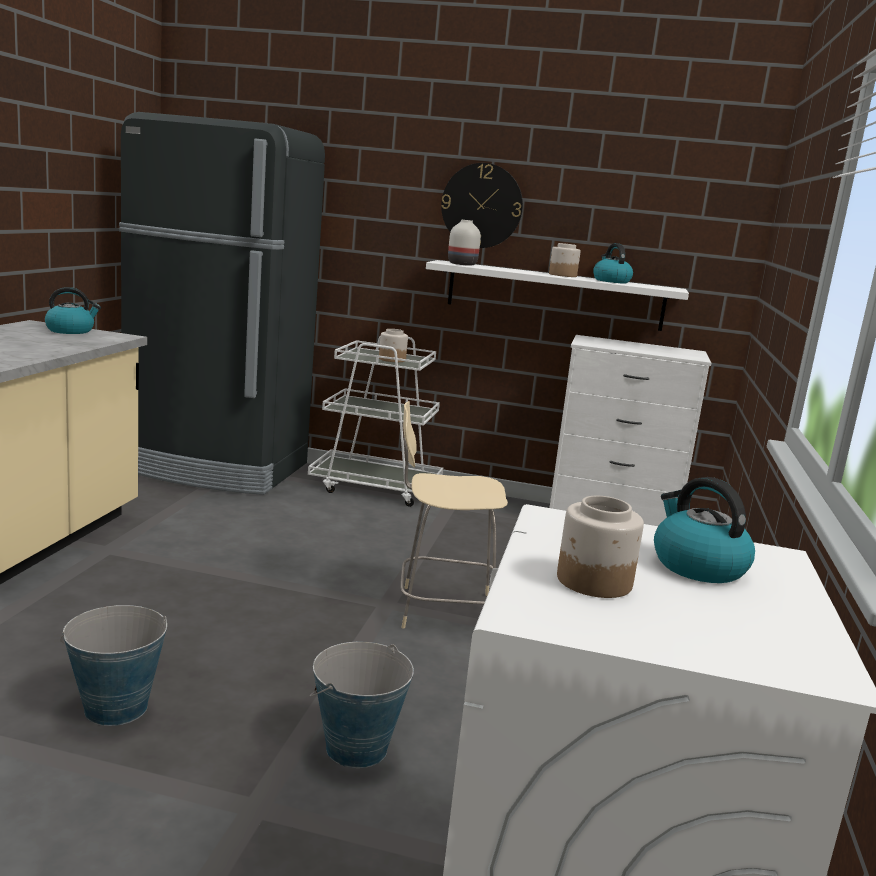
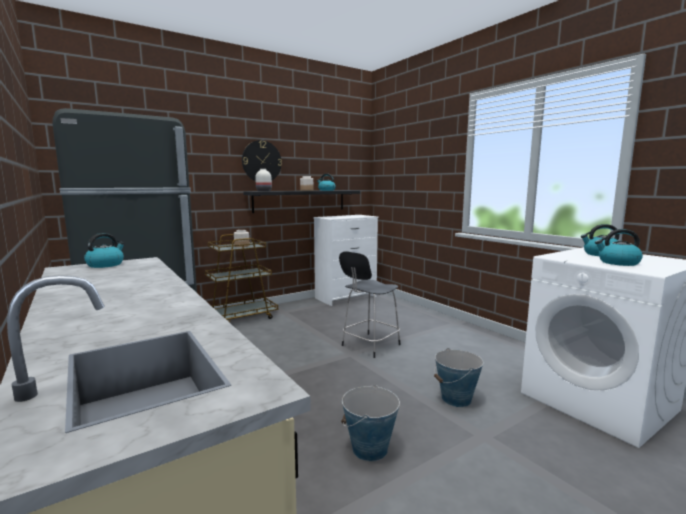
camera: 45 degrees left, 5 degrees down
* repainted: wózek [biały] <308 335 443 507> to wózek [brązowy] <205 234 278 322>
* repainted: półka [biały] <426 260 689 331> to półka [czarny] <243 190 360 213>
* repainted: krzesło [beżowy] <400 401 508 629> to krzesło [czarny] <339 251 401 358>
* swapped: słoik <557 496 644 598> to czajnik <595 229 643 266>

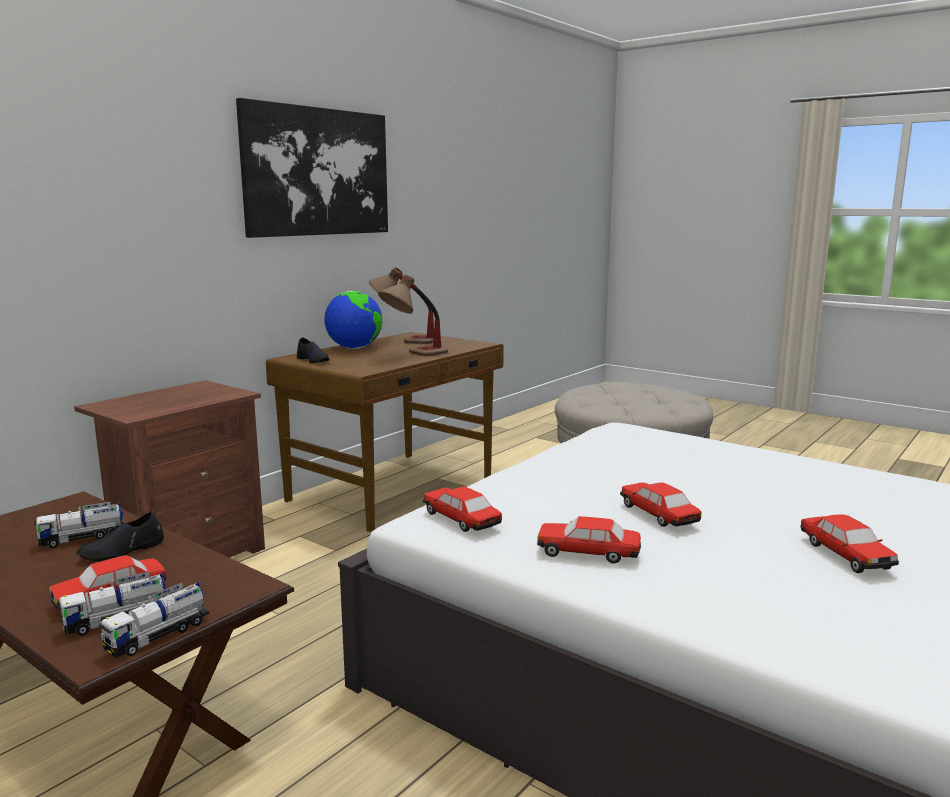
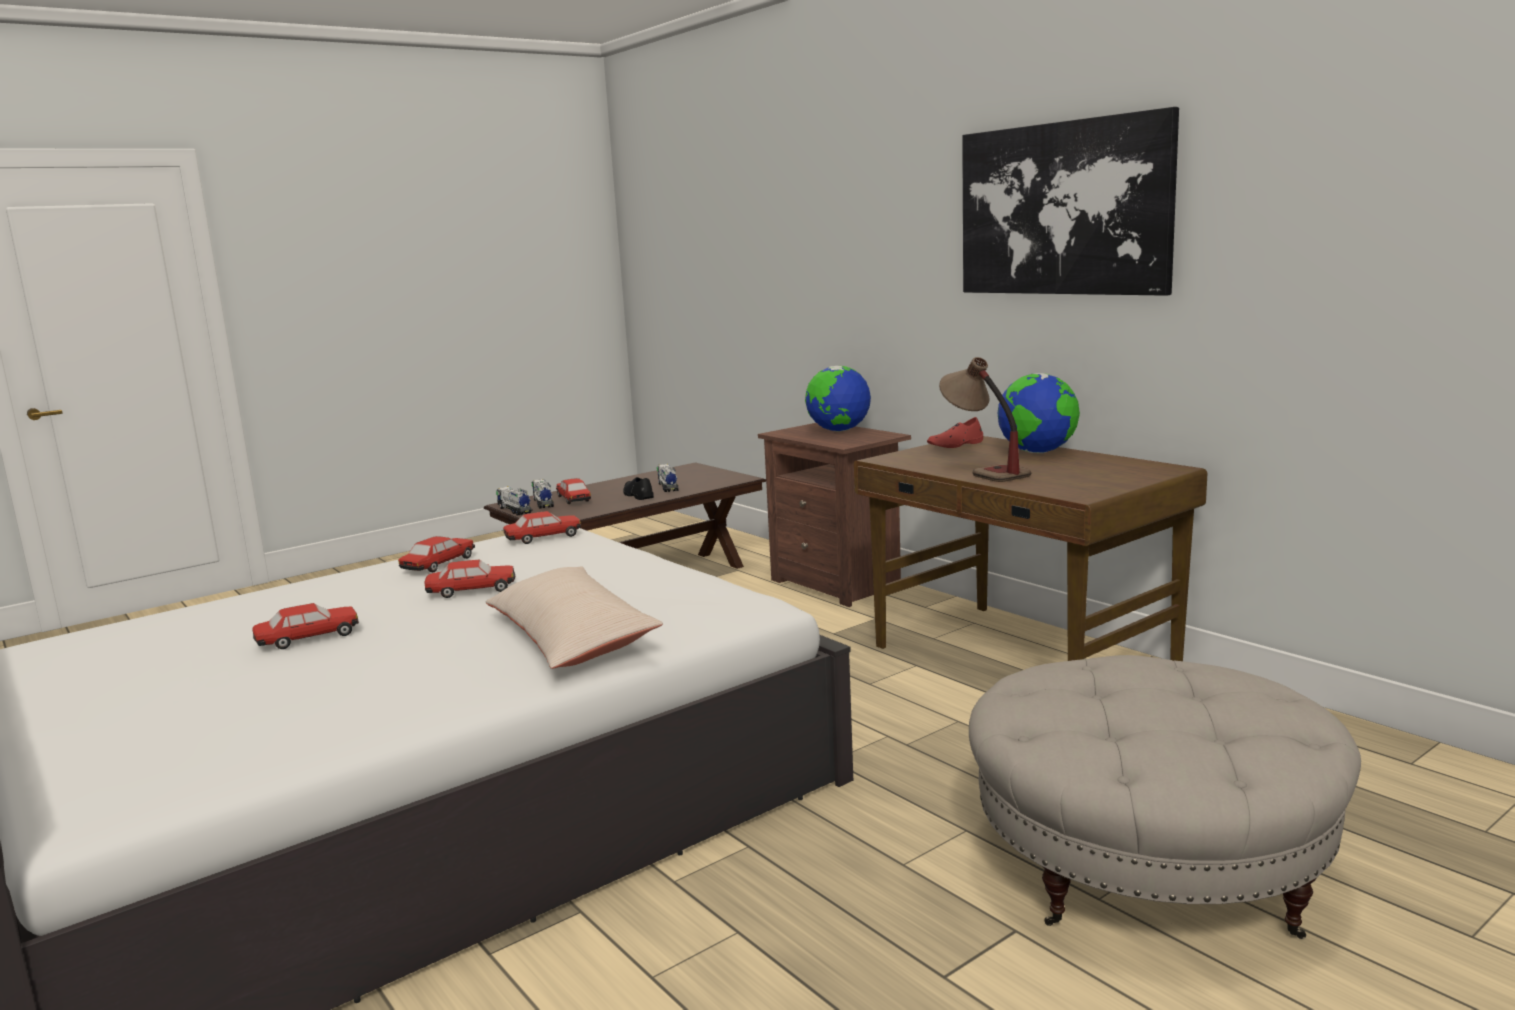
camera: 105 degrees right, 0 degrees up
* rotated: samochodzik <800 514 899 573> = <253 603 359 649> 150 degrees clockwise
* new: poduszka [beżowy] <485 566 663 669>
* new: globus <805 366 871 432>
* repainted: but [czarny] <297 337 330 363> to but [czerwony] <927 417 983 448>
* gone: lampa stołowa <369 267 434 344>

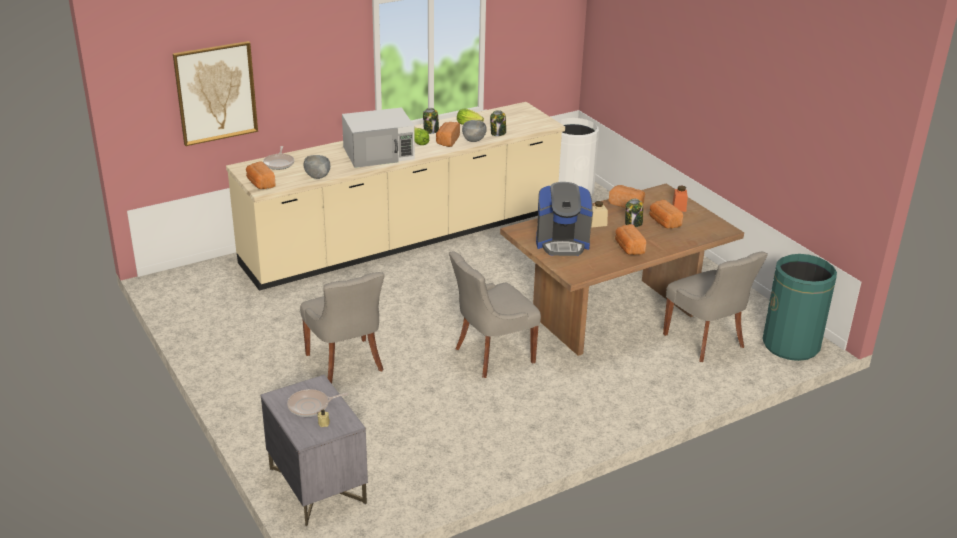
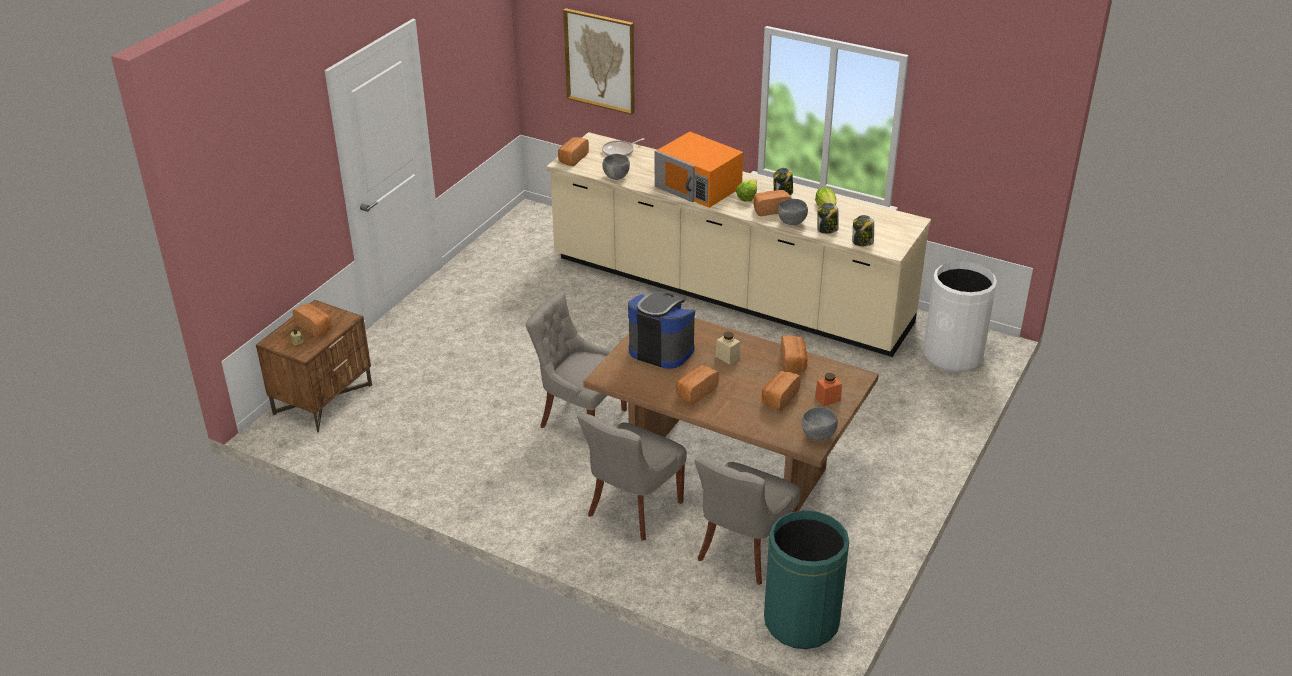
camera: 60 degrees right, 5 degrees up
* repainted: szafka nocna [szary] <261 375 368 526> to szafka nocna [brązowy] <256 300 372 433>
* swapped: patelnia <287 389 349 417> to chleb <292 304 332 338>
* shifted: krzesło [szary] <300 272 384 384> to <577 413 687 540>
* rotated: ekspres do kawy <536 182 593 256> = <628 291 695 369> 150 degrees clockwise
* repainted: mikrofalówka [biały] <342 107 415 168> to mikrofalówka [pomarańczowy] <655 132 743 208>
* new: miska [szary] <802 407 838 440>
* shifted: słoik <625 199 643 227> to <853 215 874 246>

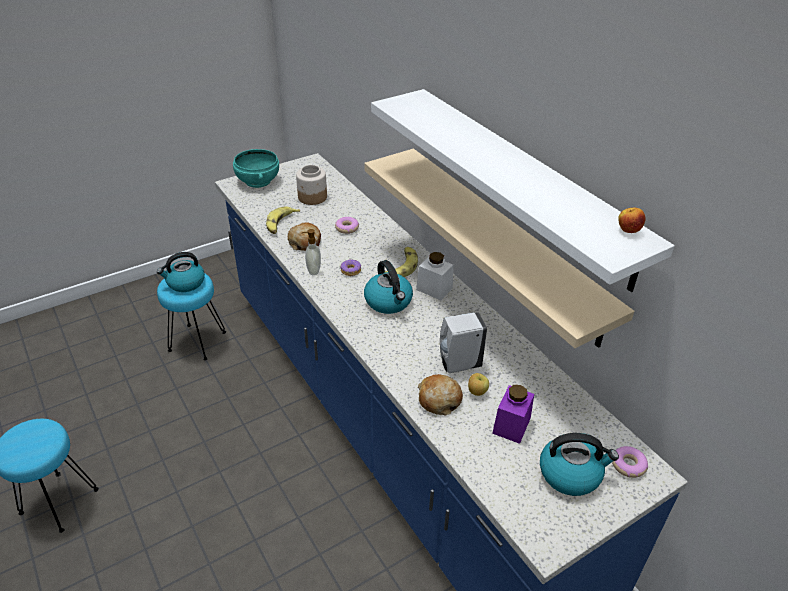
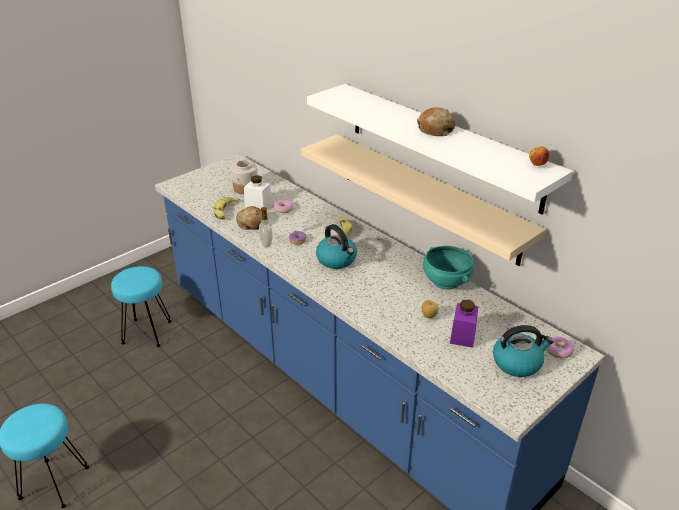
camera: 10 degrees left, 5 degrees down
* shifted: słoik [biały] <416 252 453 300> to <244 175 272 210>
* shifted: chleb <418 374 463 415> to <417 107 456 136>
* shifted: miska [turkusowy] <233 149 279 188> to <423 246 474 290>
* gone: czajnik <157 252 205 292>
* gone: dozownik mydła [biały] <440 312 487 373>

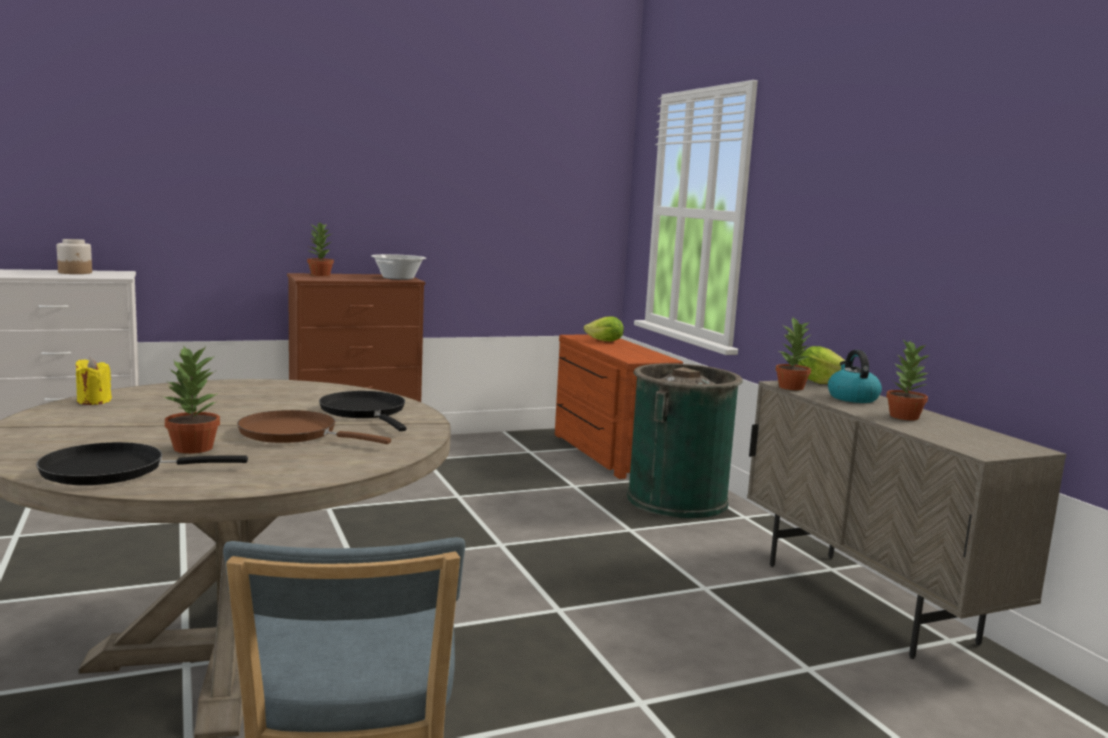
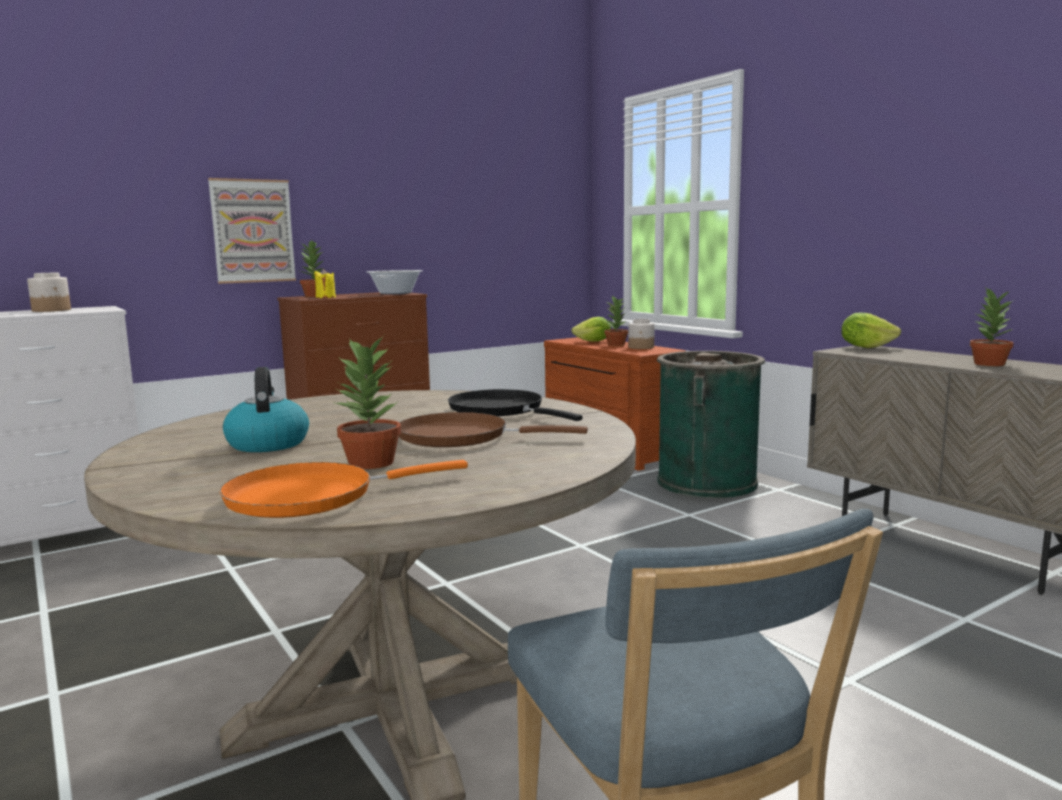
camera: 10 degrees left, 0 degrees up
* new: obraz <208 178 296 284>
* repainted: patelnia [czarny] <36 442 248 485> to patelnia [pomarańczowy] <220 460 468 518>
* shifted: czajnik <828 350 882 403> to <223 367 309 452>
* shifted: świeca [żółty] <76 358 112 405> to <314 269 336 298>
* shifted: roślina doniczkowa <776 317 812 390> to <604 296 628 346>
* new: słoik <628 319 655 349>

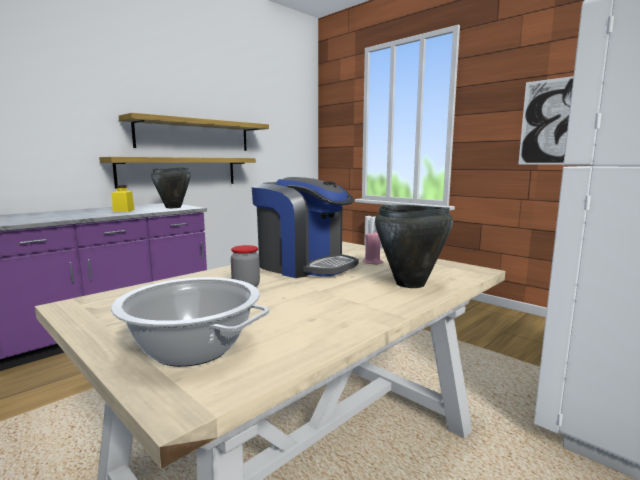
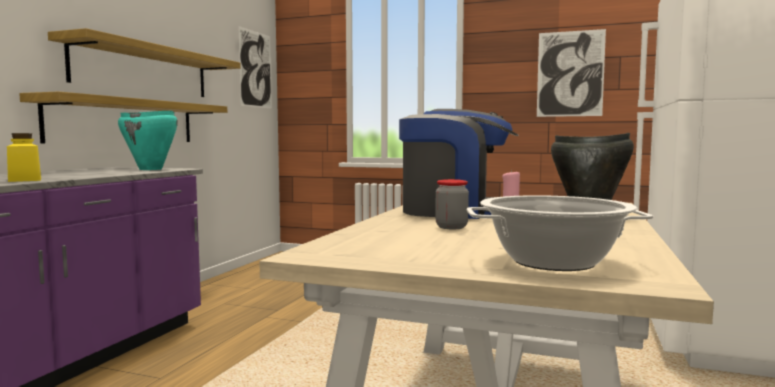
camera: 25 degrees left, 5 degrees down
* shifted: słoik [żółty] <112 185 134 212> to <7 133 41 182>
* repainted: garnek [czarny] <151 167 191 208> to garnek [turkusowy] <118 111 178 170>
* new: obraz <238 26 272 109>

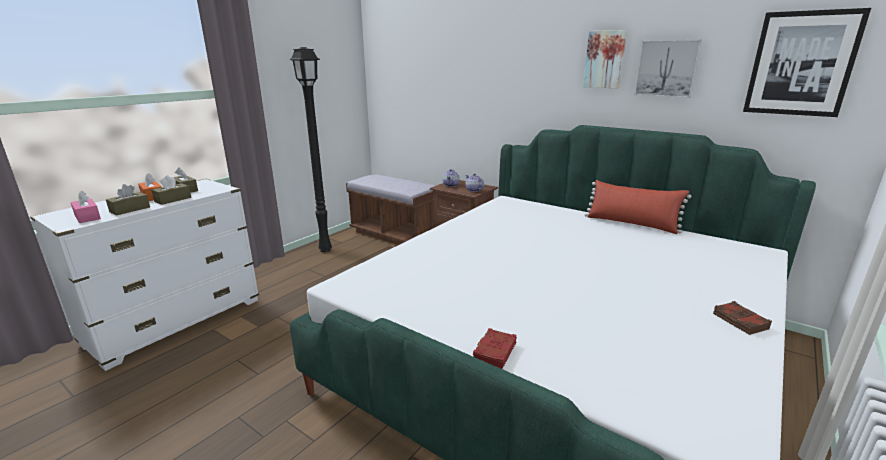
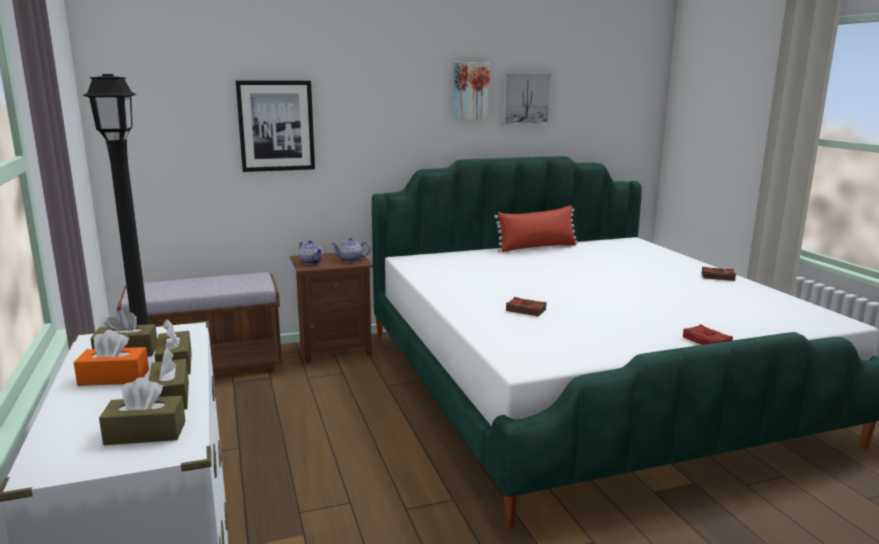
camera: 55 degrees left, 5 degrees down
* repainted: pudełko chusteczek [różowy] <71 190 101 223> to pudełko chusteczek [brązowy] <99 378 185 445>
* shifted: obraz <743 8 871 117> to <236 80 315 172>
* new: książka [brązowy] <506 297 547 317>

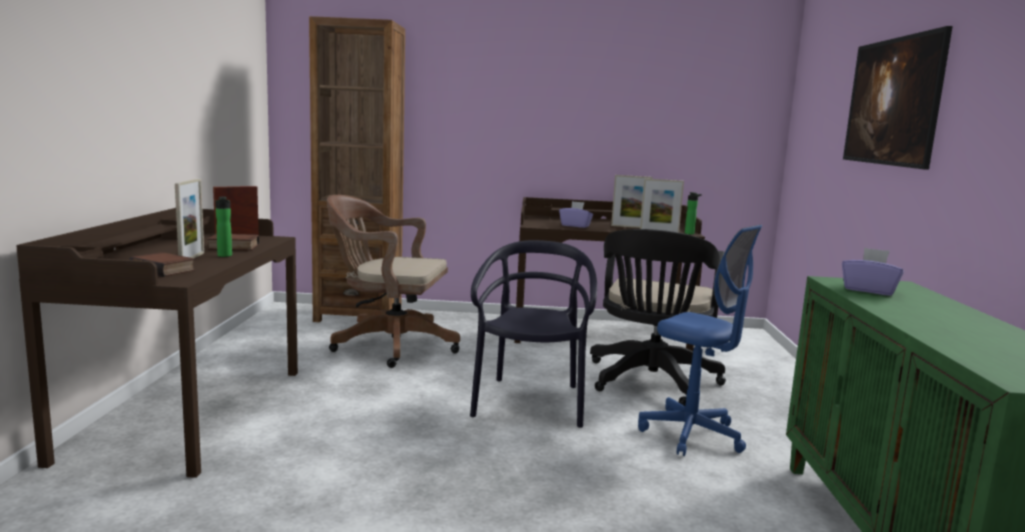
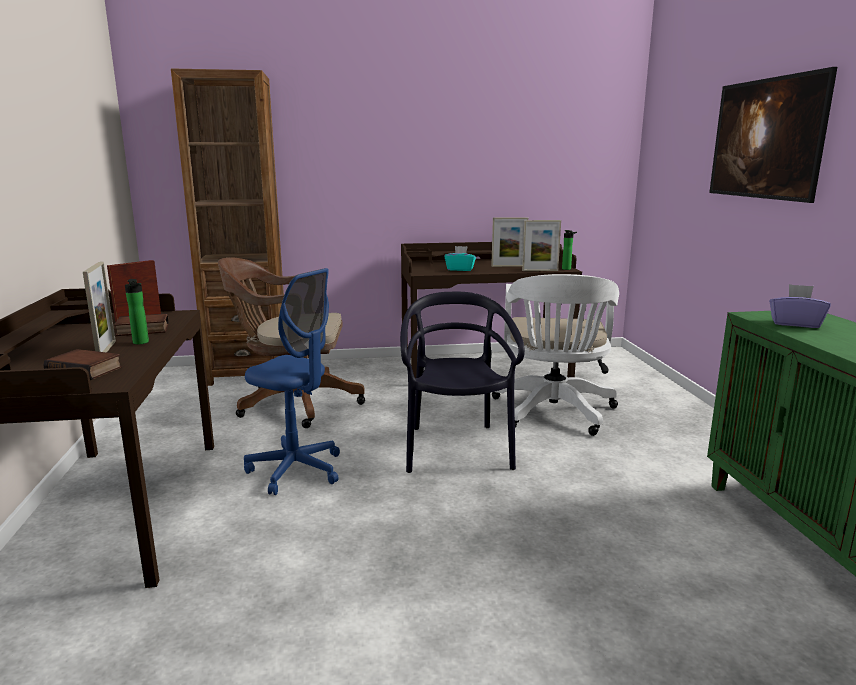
camera: 10 degrees left, 5 degrees up
* shifted: krzesło biurowe [niebieski] <638 225 762 456> to <244 268 340 495>
* repainted: pudełko chusteczek [fioletowy] <559 201 593 228> to pudełko chusteczek [turkusowy] <444 246 476 271>
* repainted: krzesło biurowe [czarny] <590 229 726 406> to krzesło biurowe [biały] <492 274 619 436>

